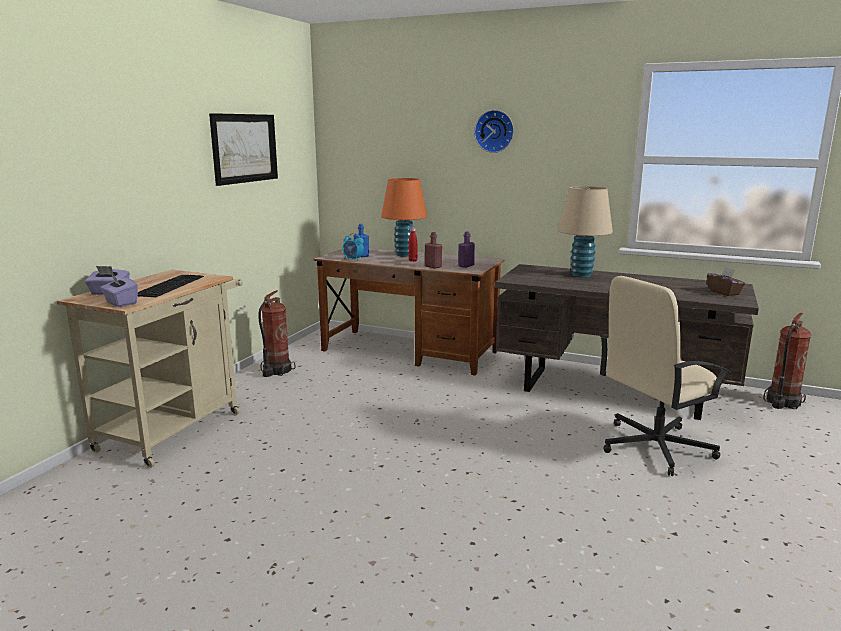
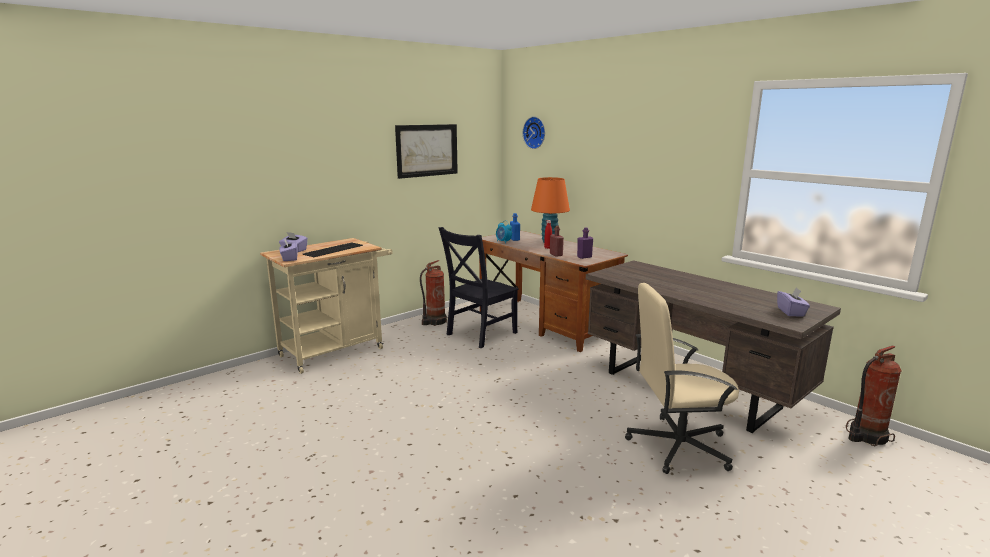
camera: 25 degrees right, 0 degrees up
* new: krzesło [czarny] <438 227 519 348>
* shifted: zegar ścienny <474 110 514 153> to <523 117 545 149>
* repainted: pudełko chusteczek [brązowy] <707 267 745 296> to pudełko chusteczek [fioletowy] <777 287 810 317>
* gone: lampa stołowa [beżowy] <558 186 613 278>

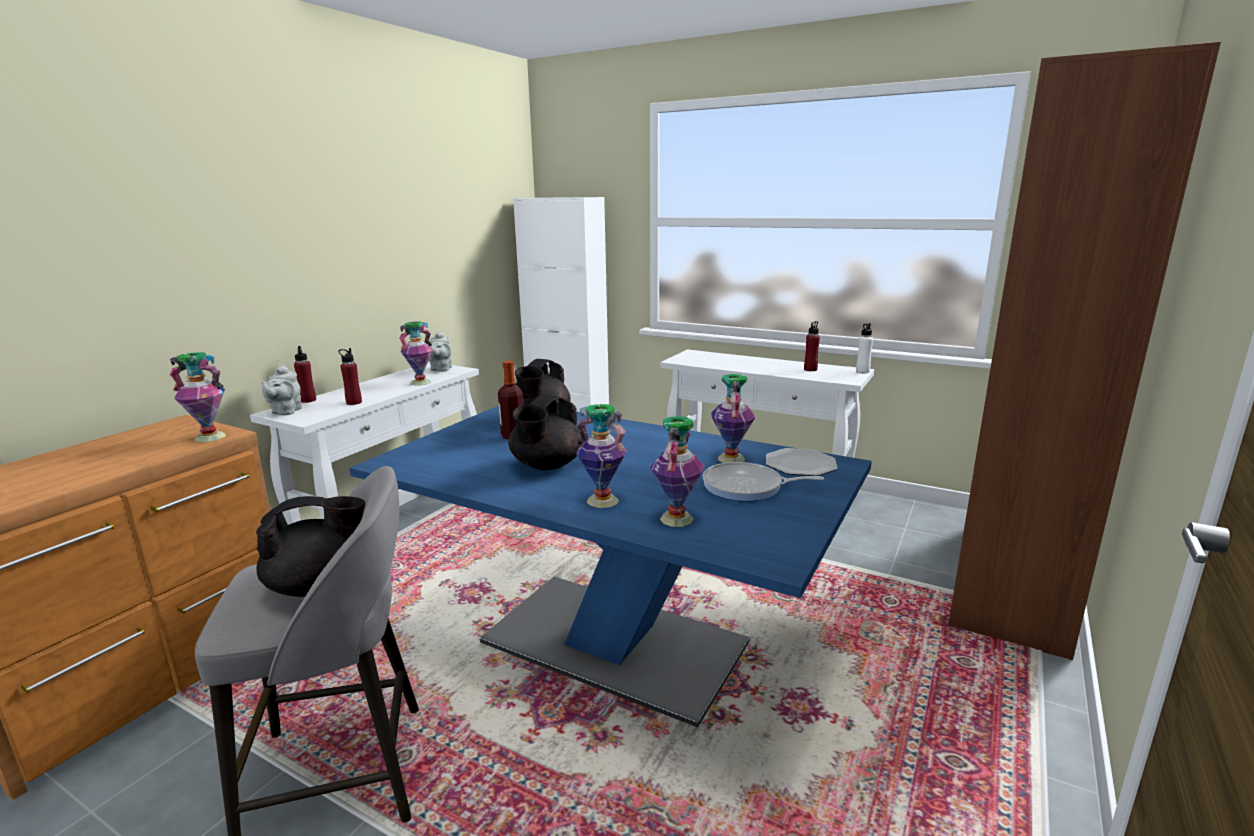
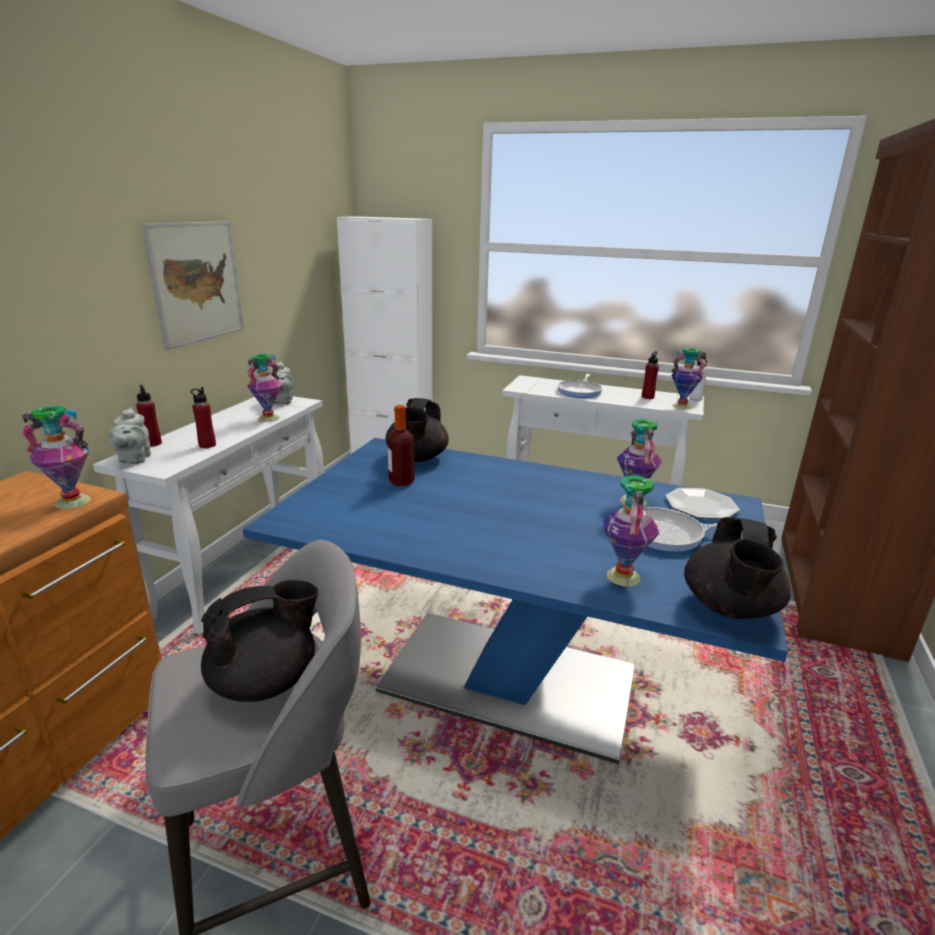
camera: 10 degrees left, 5 degrees up
* new: obraz <142 221 244 350>
* new: patelnia <557 374 603 398>
* shifted: wazon <576 404 627 508> to <671 348 707 410>
* shifted: imbryk [czarny] <508 395 581 470> to <684 517 791 619>

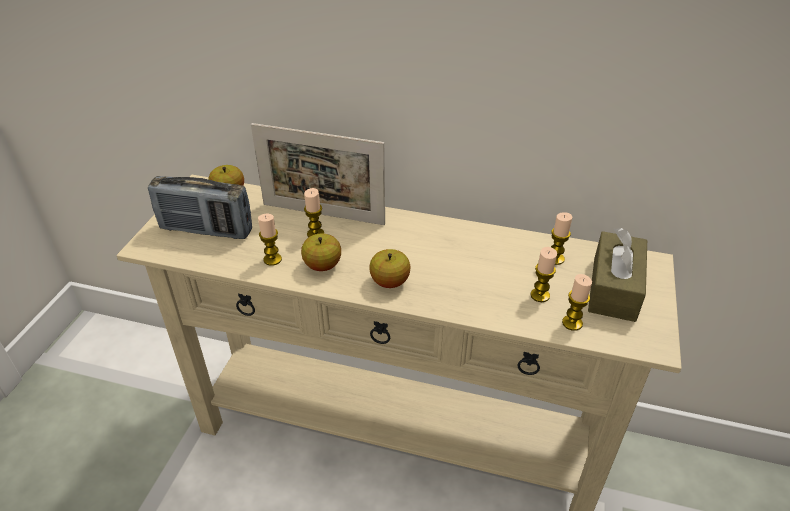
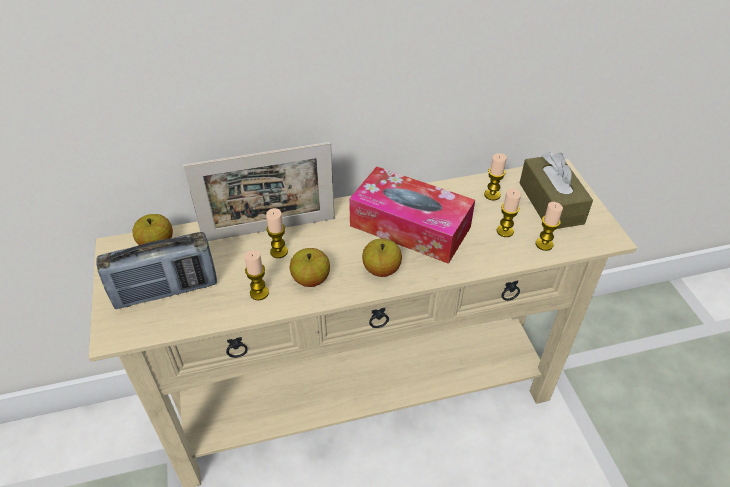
camera: 30 degrees left, 5 degrees up
* new: pudełko chusteczek <349 166 475 264>

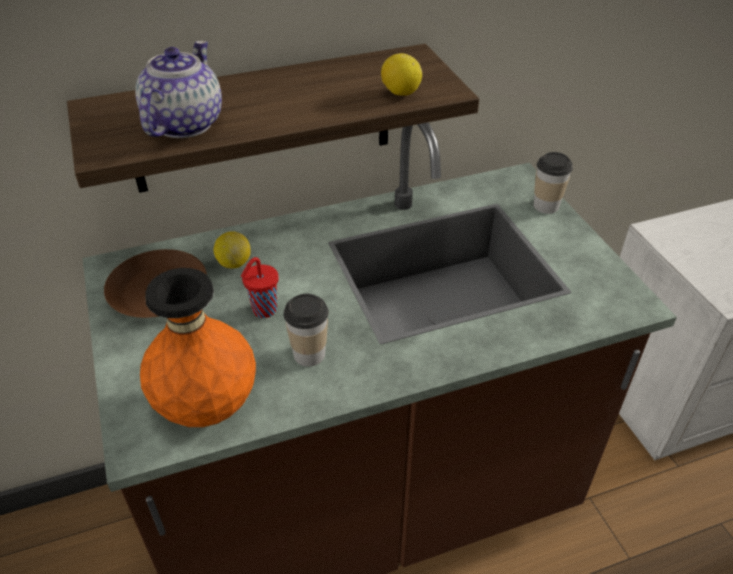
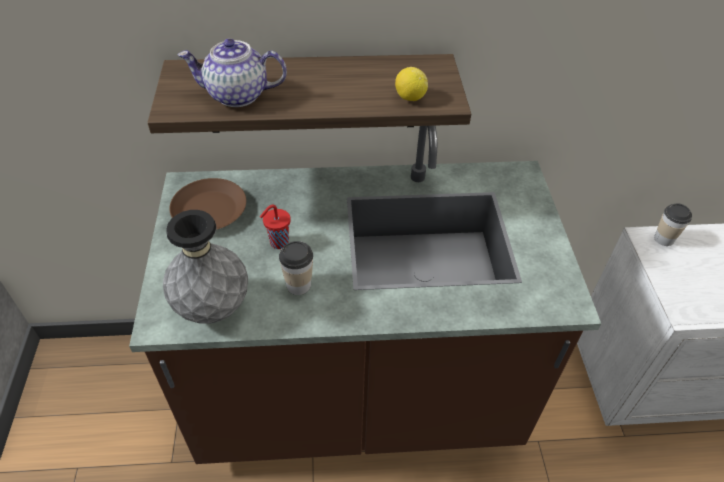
camera: 15 degrees right, 5 degrees up
* repainted: wazon [pomarańczowy] <140 268 256 427> to wazon [szary] <163 210 248 324>
* rotated: imbryk <135 41 222 138> = <178 38 287 107> 120 degrees counterclockwise
* shifted: filiżanka <533 152 573 214> to <654 203 692 246>
* gone: cytryna <214 231 251 268>

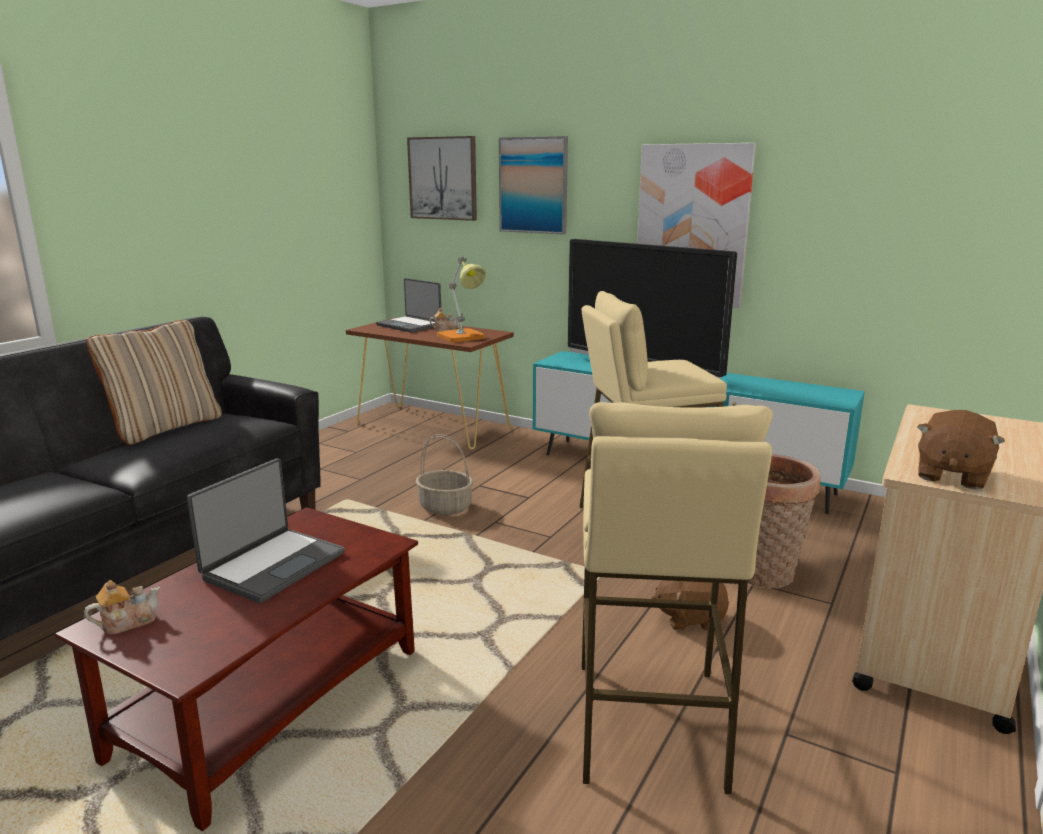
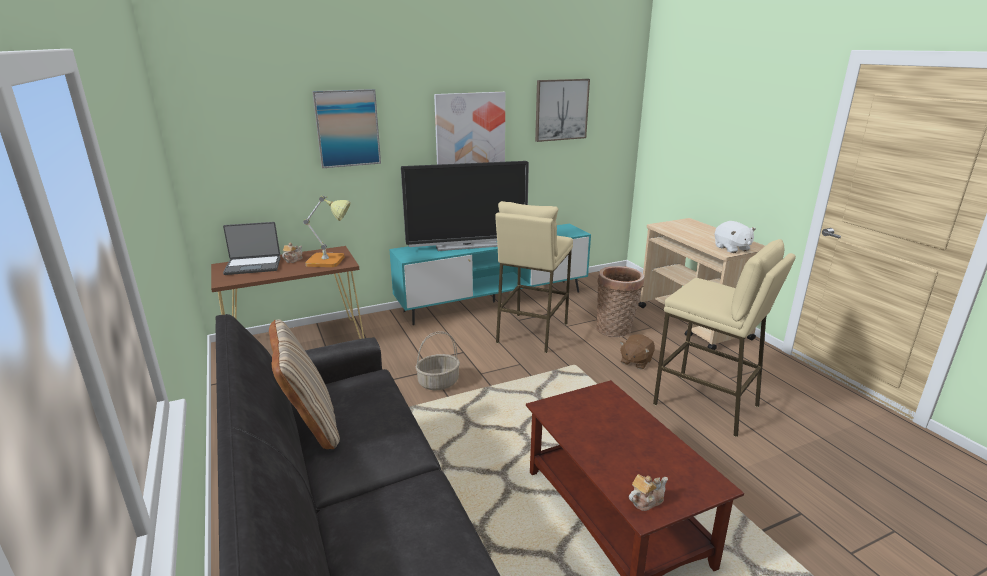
camera: 55 degrees left, 5 degrees up
* shifted: obraz <407 136 477 221> to <535 79 590 142>
* rotated: imbryk <84 580 160 634> = <629 474 668 511> 60 degrees clockwise
* repainted: pluszak [brązowy] <917 410 1005 490> to pluszak [biały] <715 221 756 253>
* gone: laptop <187 458 345 603>

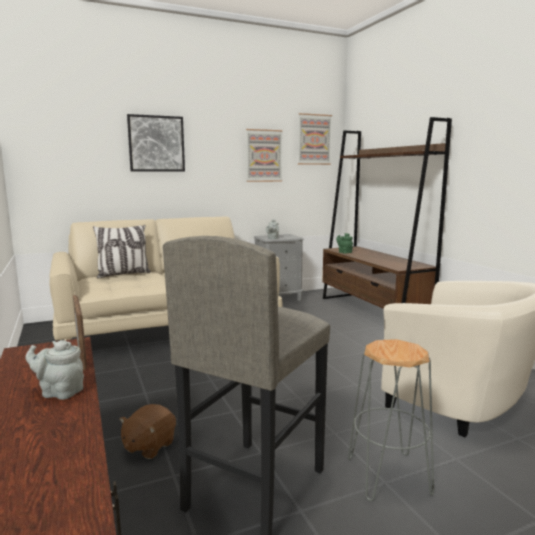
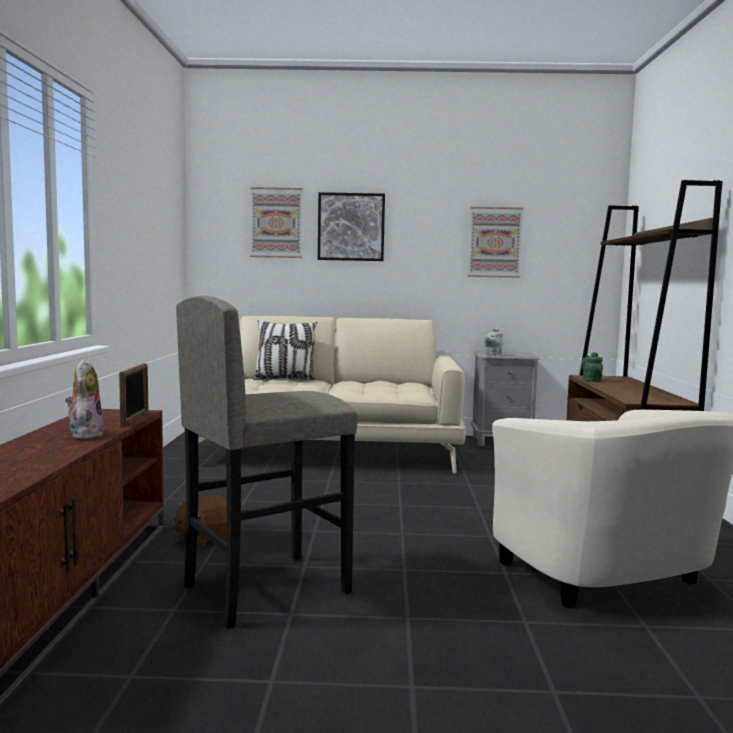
camera: 25 degrees right, 5 degrees down
* swapped: imbryk [szary] <26 340 84 400> to pluszak <65 359 104 439>
* shifted: obraz <298 113 332 165> to <250 187 303 258>
* gone: stołek [szary] <348 339 434 501>

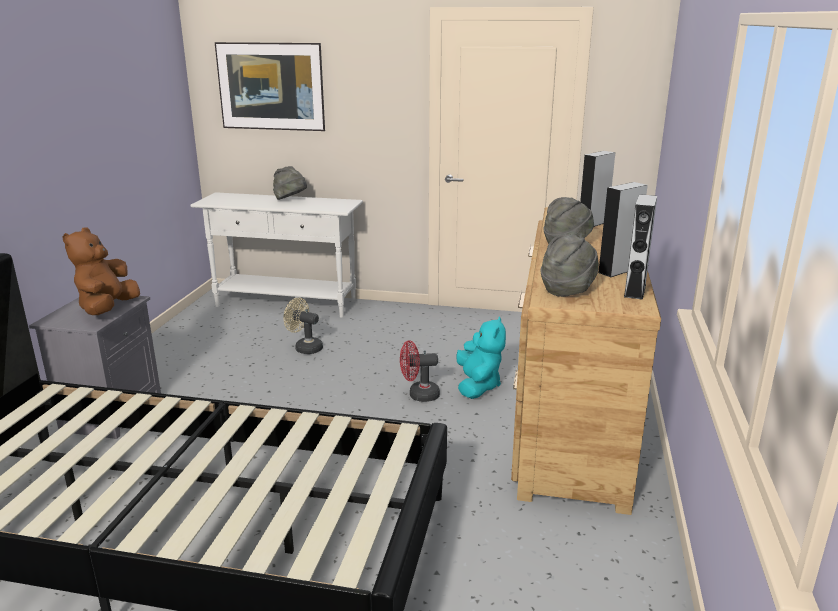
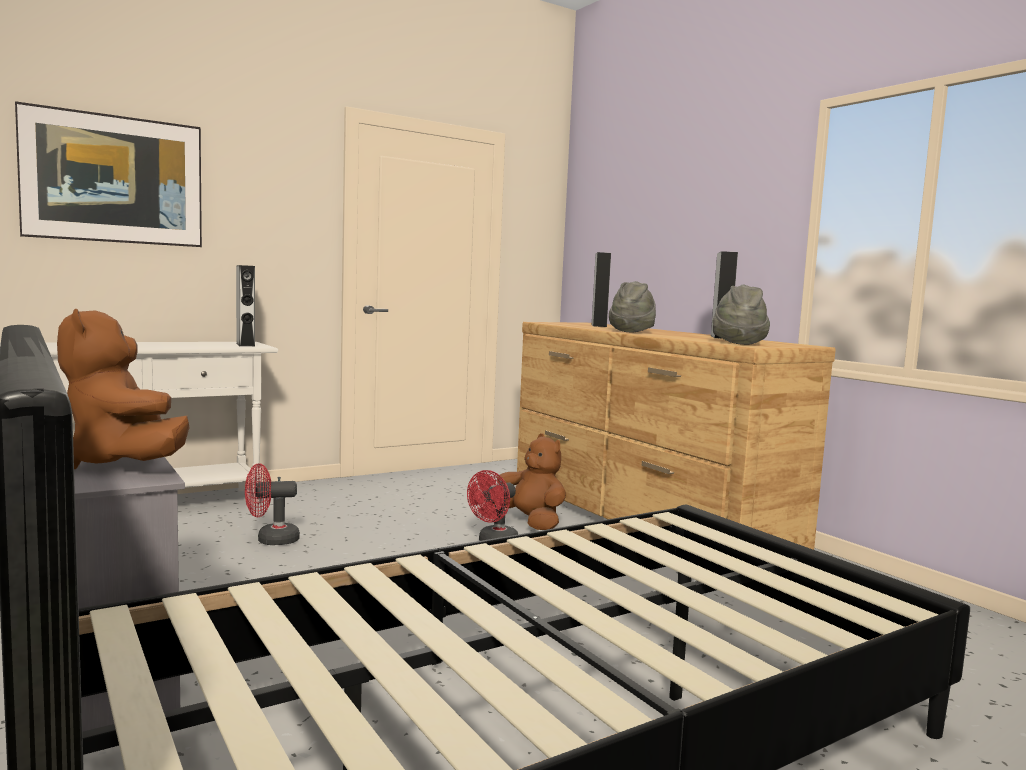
camera: 45 degrees left, 15 degrees down
* shifted: głośnik [szary] <624 194 657 300> to <236 265 256 347>
* repainted: wentylator [beżowy] <284 298 323 354> to wentylator [czerwony] <245 463 300 545>
* repainted: pluszak [turkusowy] <456 317 506 399> to pluszak [brązowy] <494 433 566 530>
* gone: kapelusz [szary] <273 166 307 200>

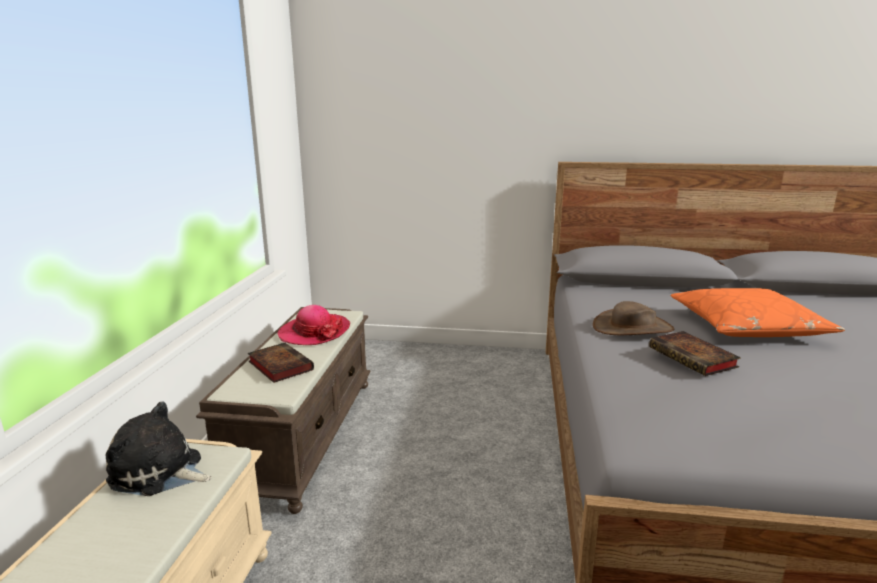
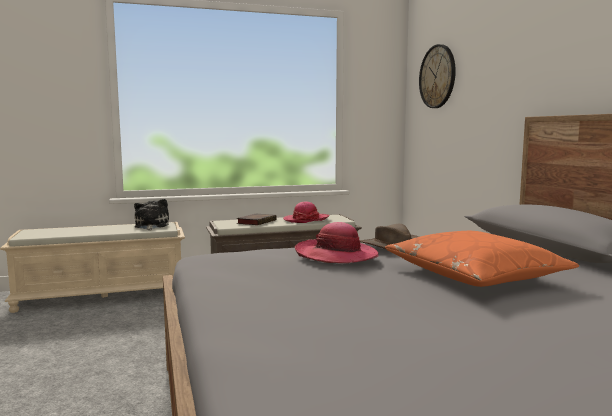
camera: 65 degrees right, 10 degrees down
* swapped: książka <649 331 741 376> to kapelusz <295 222 378 263>
* new: zegar ścienny <419 44 456 108>

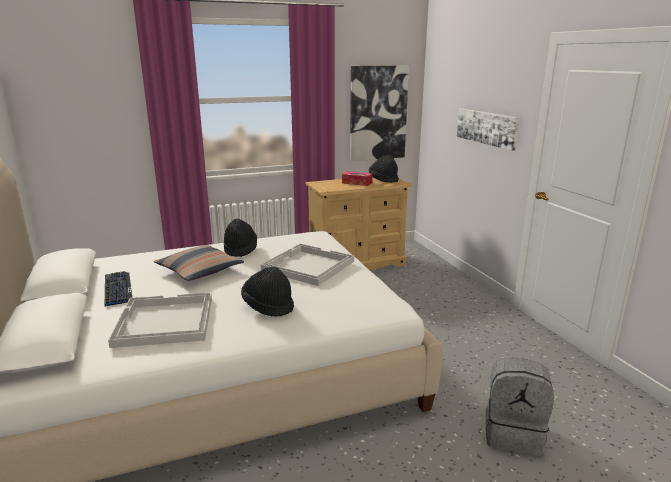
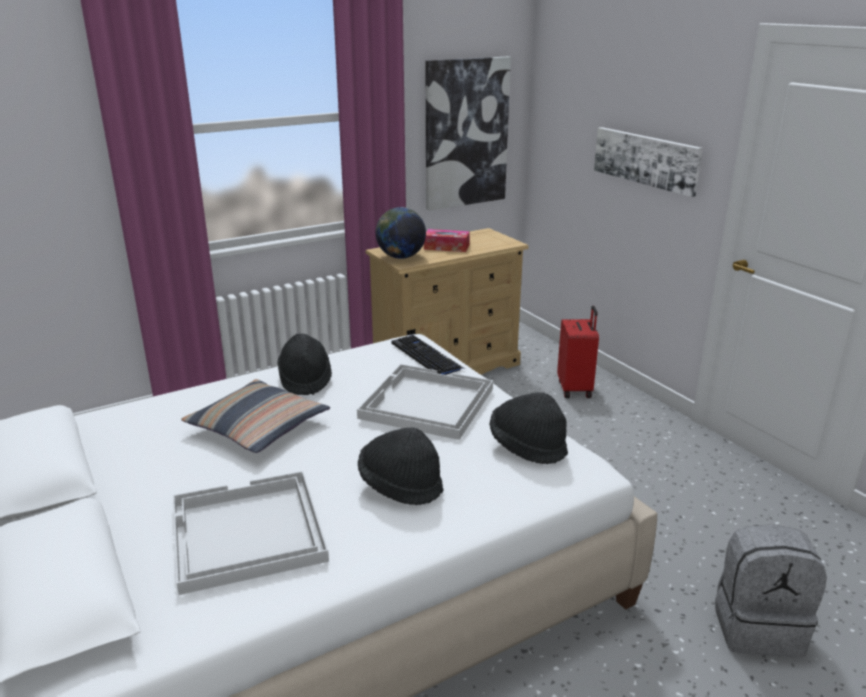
camera: 10 degrees left, 5 degrees up
* new: globus <376 207 426 259>
* shifted: klawiatura <105 271 132 307> to <391 335 465 375>
* shifted: kapelusz [czarny] <369 155 399 183> to <490 392 568 464>
* new: walizka [czerwony] <557 306 599 398>

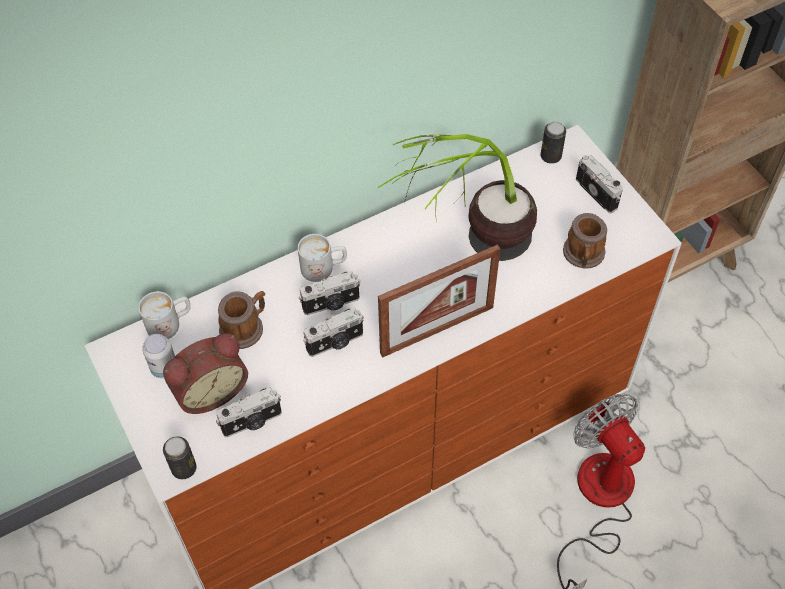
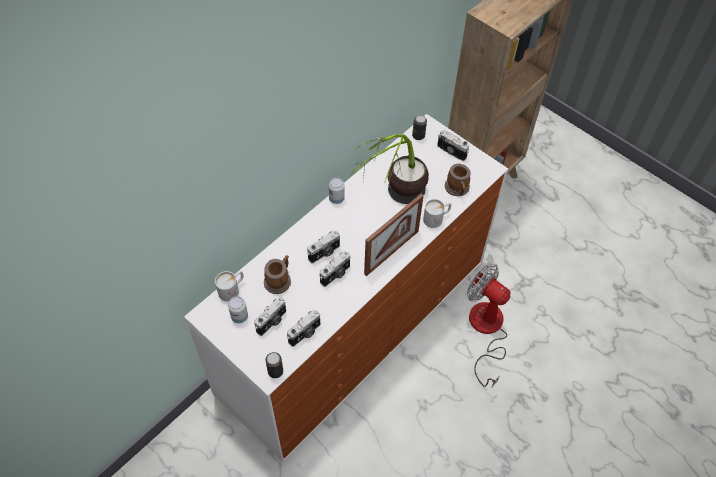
camera: 20 degrees left, 0 degrees up
* swapped: budzik <163 333 248 414> to aparat fotograficzny <254 297 286 336>
* new: puszka <329 177 345 204>
* shifted: kubek [biały] <298 234 347 282> to <423 199 451 228>

